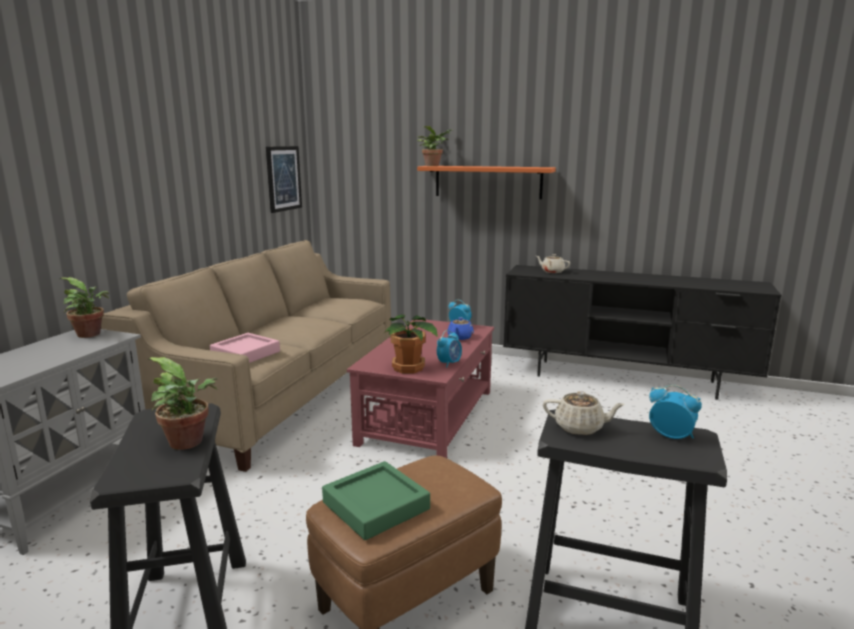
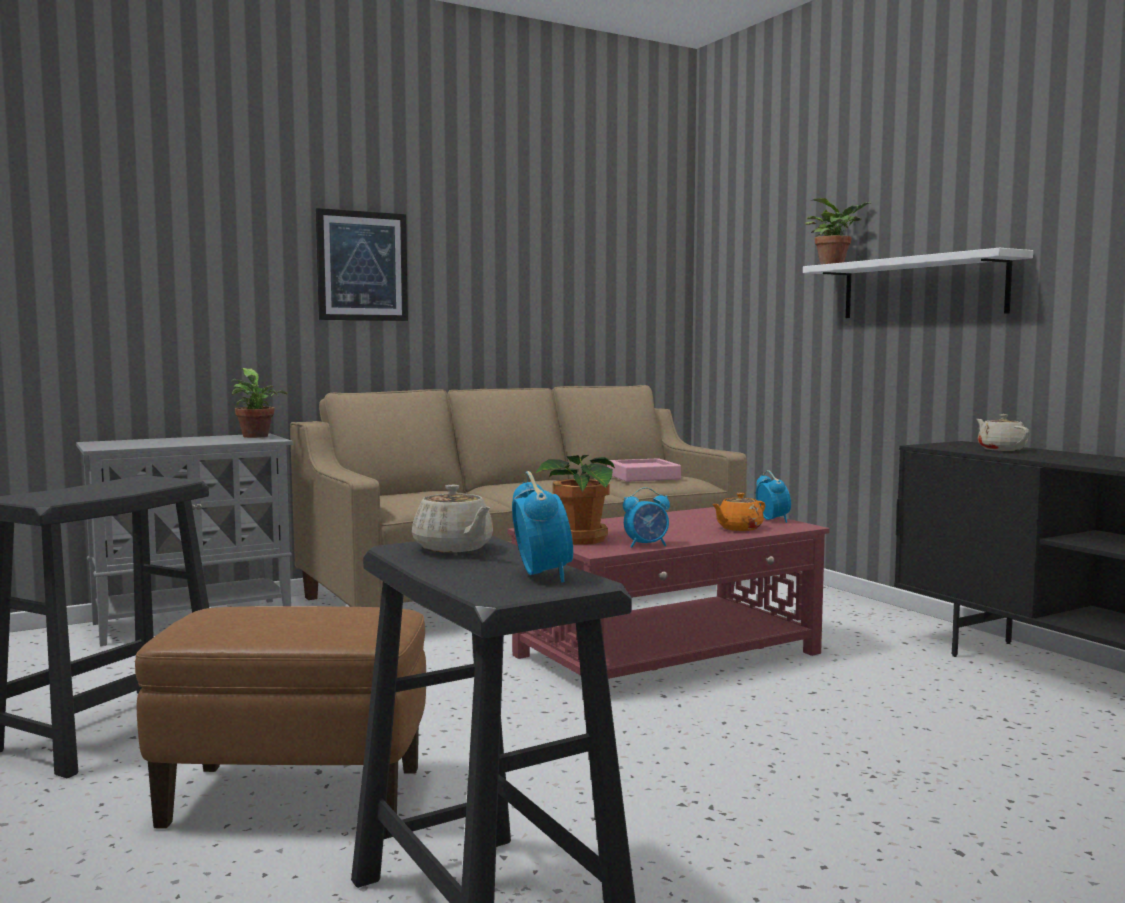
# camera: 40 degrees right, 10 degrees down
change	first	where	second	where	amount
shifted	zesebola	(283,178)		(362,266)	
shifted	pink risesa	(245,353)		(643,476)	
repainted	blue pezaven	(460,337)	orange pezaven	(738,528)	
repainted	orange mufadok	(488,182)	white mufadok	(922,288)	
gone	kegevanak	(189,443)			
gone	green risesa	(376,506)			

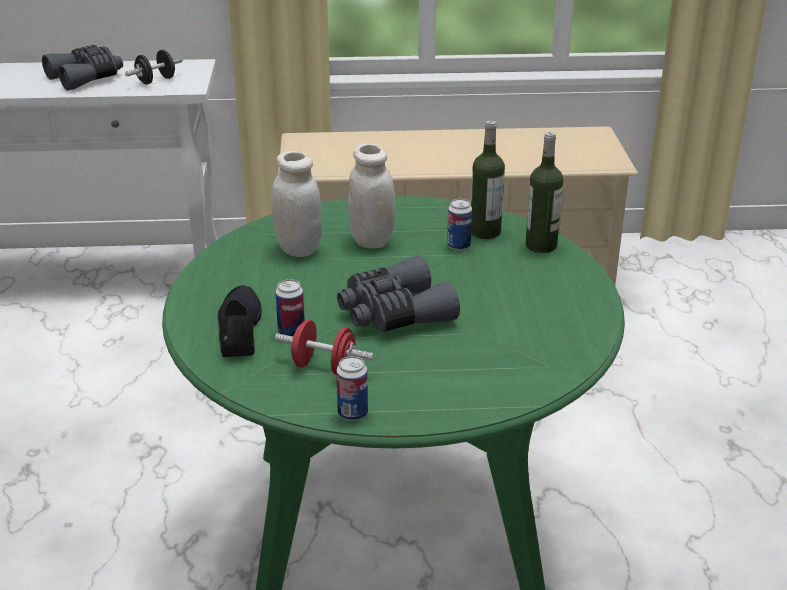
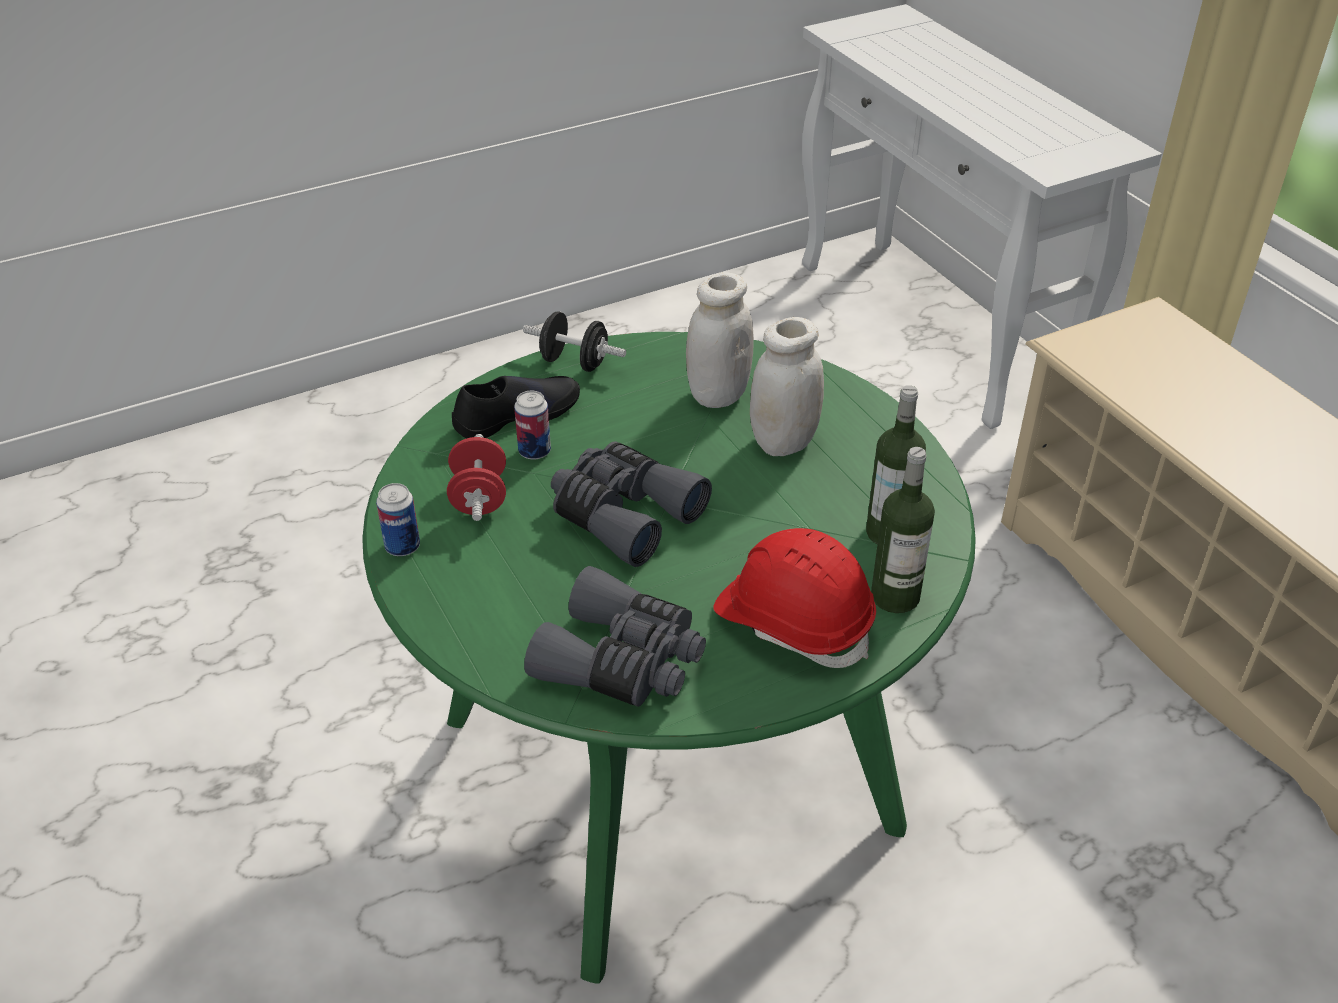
# camera: 65 degrees right, 10 degrees up
change	first	where	second	where	amount
shifted	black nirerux	(156,81)		(574,362)	
shifted	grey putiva	(86,78)		(622,661)	
new			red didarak	(793,622)	
gone	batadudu	(458,246)			

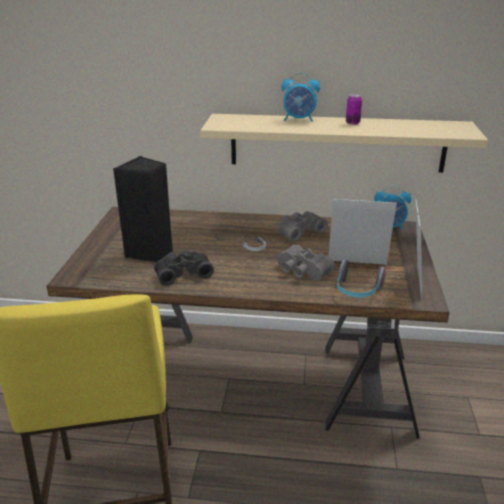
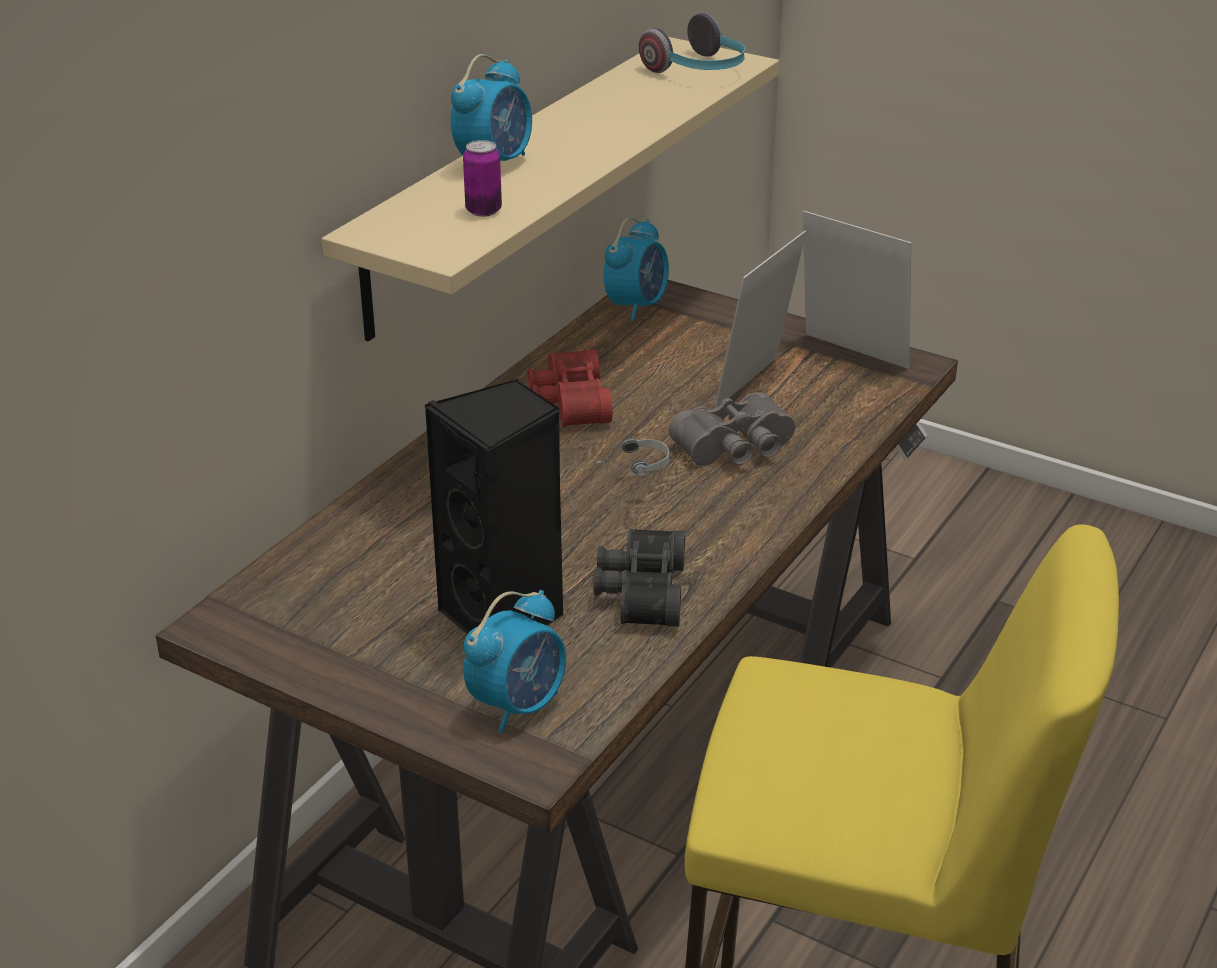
# camera: 65 degrees left, 5 degrees up
change	first	where	second	where	amount
shifted	batadudu	(352,123)		(483,211)	
new			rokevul	(518,705)	
repainted	grey putiva	(299,231)	red putiva	(567,403)	
shifted	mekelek	(357,291)		(698,70)	

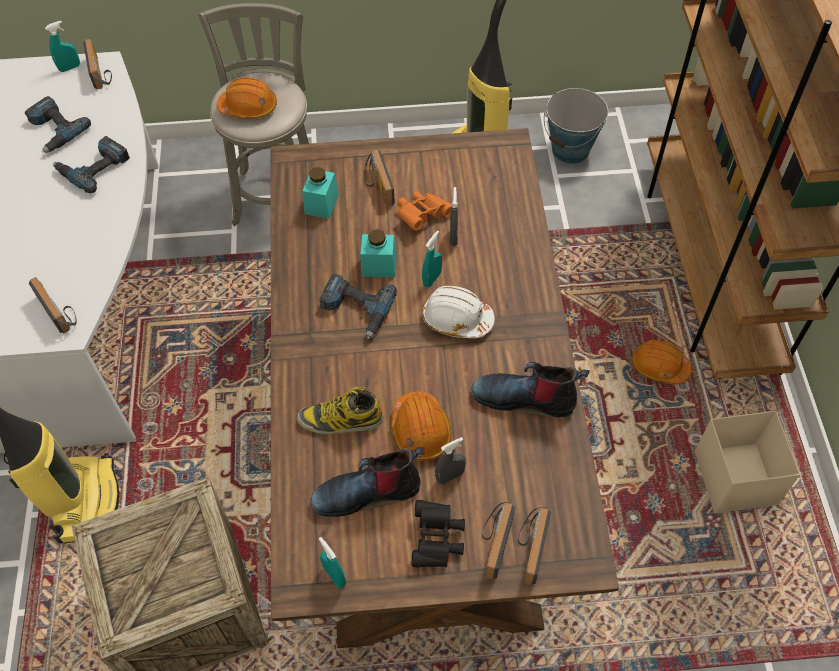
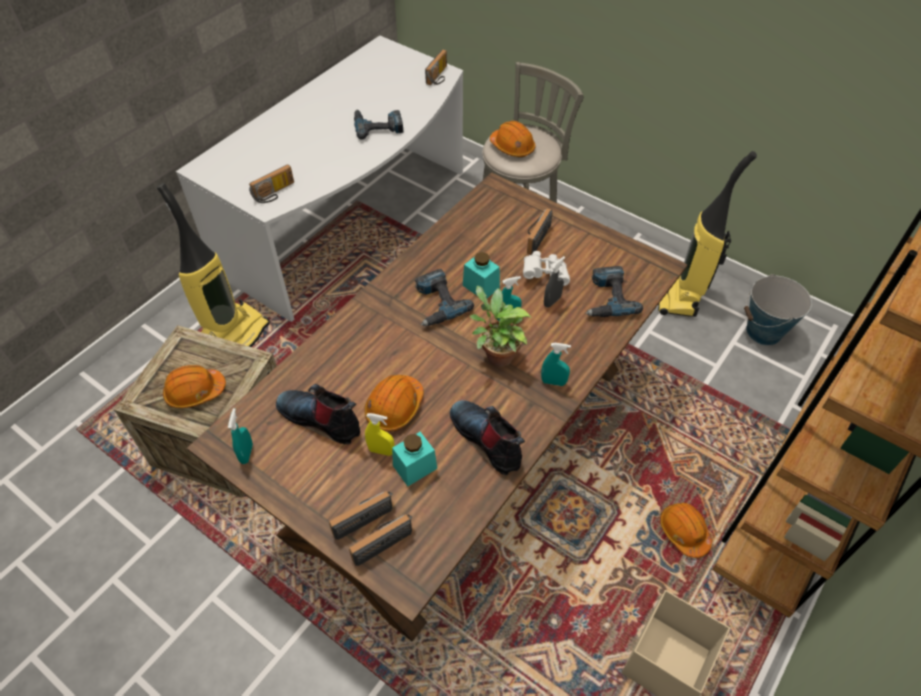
# camera: 40 degrees right, 5 degrees down
change	first	where	second	where	amount
new			orange didarak	(195,392)	
rotated	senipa	(60,311)		(275,193)	45 degrees clockwise
repainted	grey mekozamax	(450,476)	yellow mekozamax	(381,451)	
shifted	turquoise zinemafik	(321,204)		(415,467)	
swapped	white didarak	(456,319)	kegevanak	(496,355)	
repainted	orange putiva	(422,216)	white putiva	(545,274)	
shifted	turquoise mekozamax	(70,68)		(553,382)	
shifted	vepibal	(54,130)		(607,298)	
gone	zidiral	(340,420)			
gone	black putiva	(437,540)			

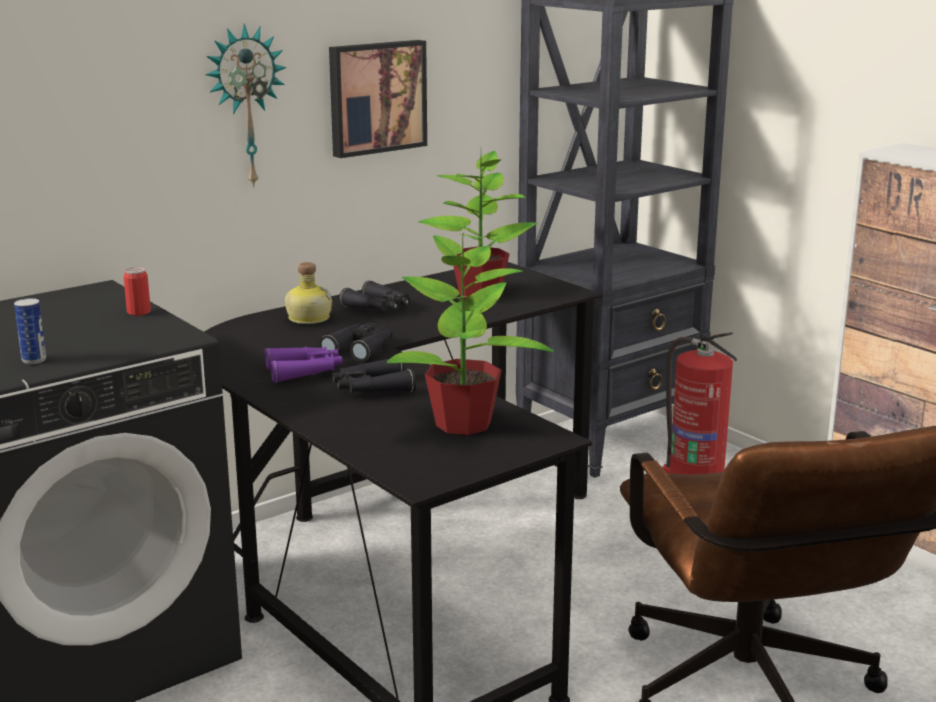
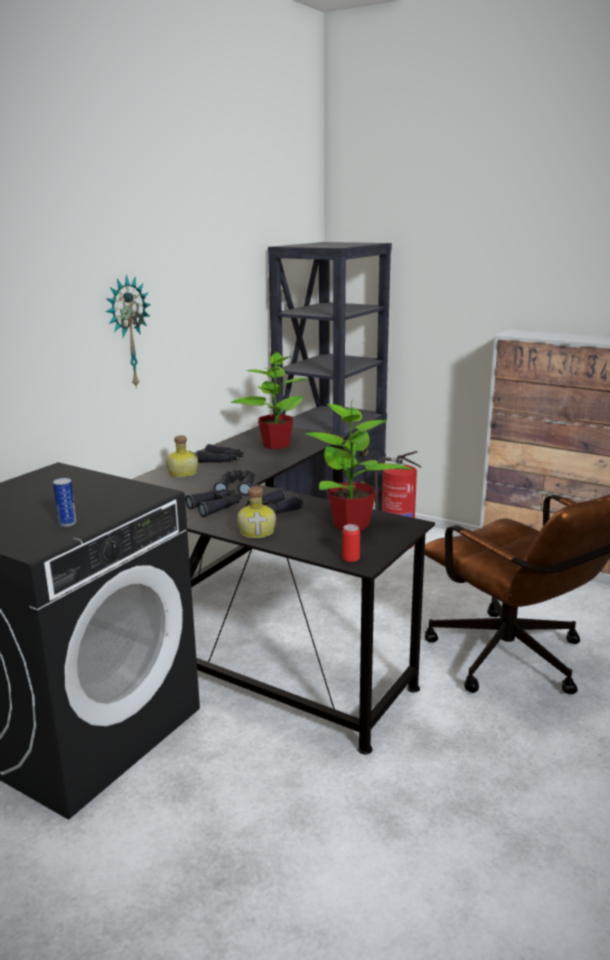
# camera: 20 degrees left, 0 degrees up
change	first	where	second	where	amount
repainted	purple putiva	(305,372)	black putiva	(216,507)	
new			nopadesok	(257,532)	
shifted	batadudu	(139,312)		(350,558)	
gone	zesebola	(376,97)			

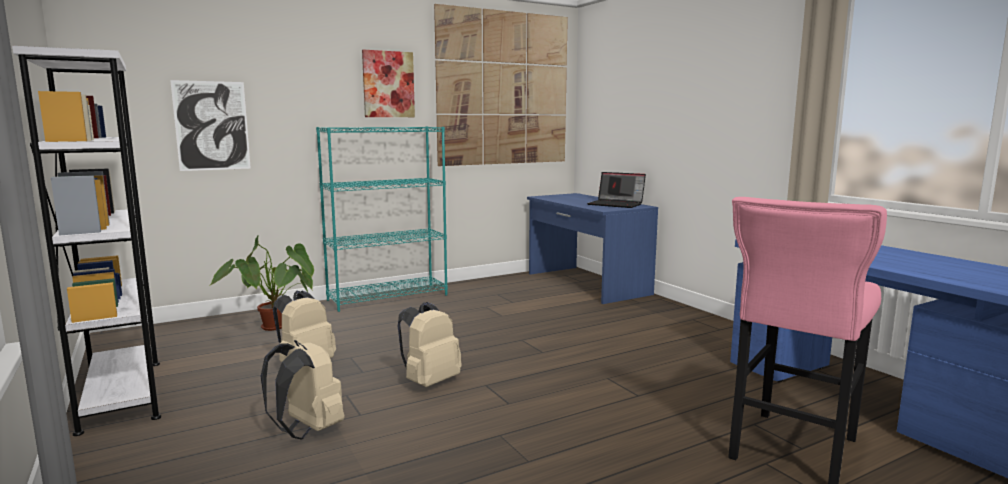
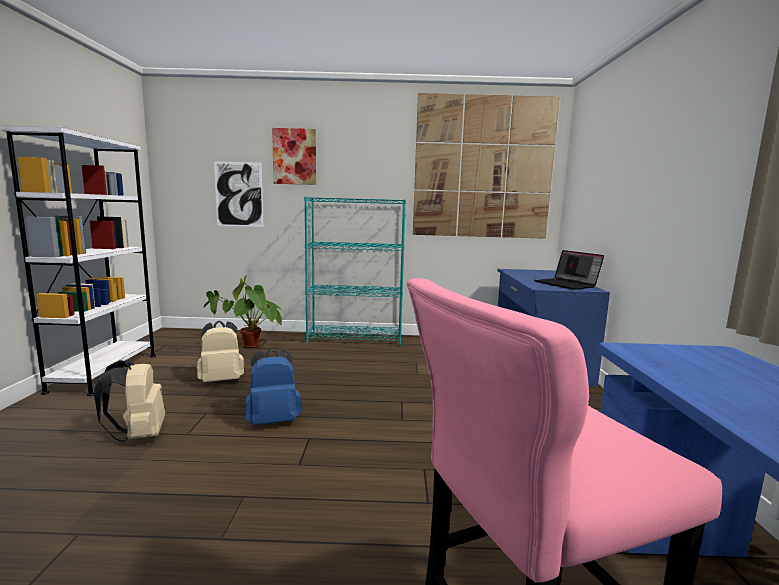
# camera: 30 degrees right, 0 degrees up
change	first	where	second	where	amount
repainted	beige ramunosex	(429,382)	blue ramunosex	(273,420)	
shifted	zesebola	(388,84)		(294,156)	

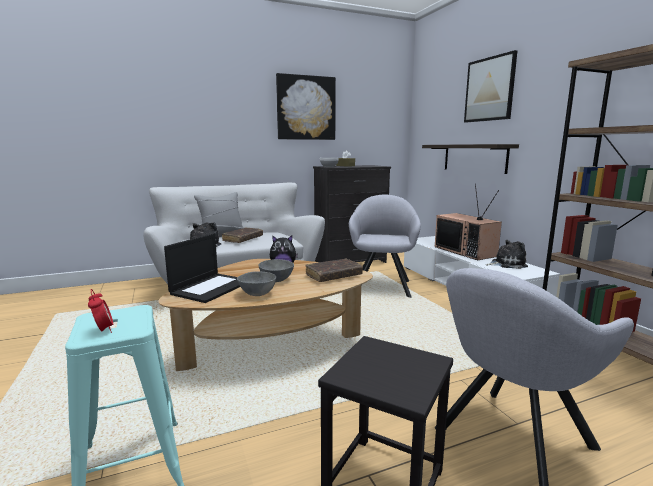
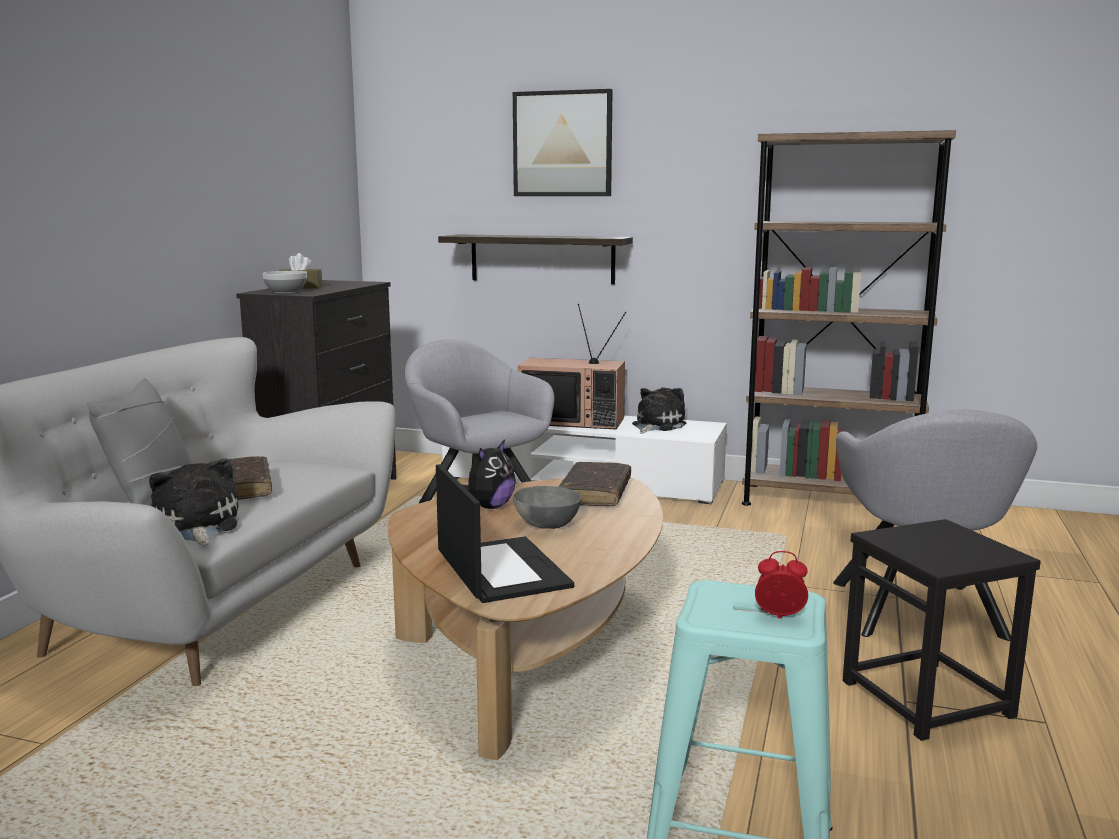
# camera: 50 degrees left, 0 degrees up
change	first	where	second	where	amount
gone	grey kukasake	(257,294)			
gone	zesebola	(306,108)			

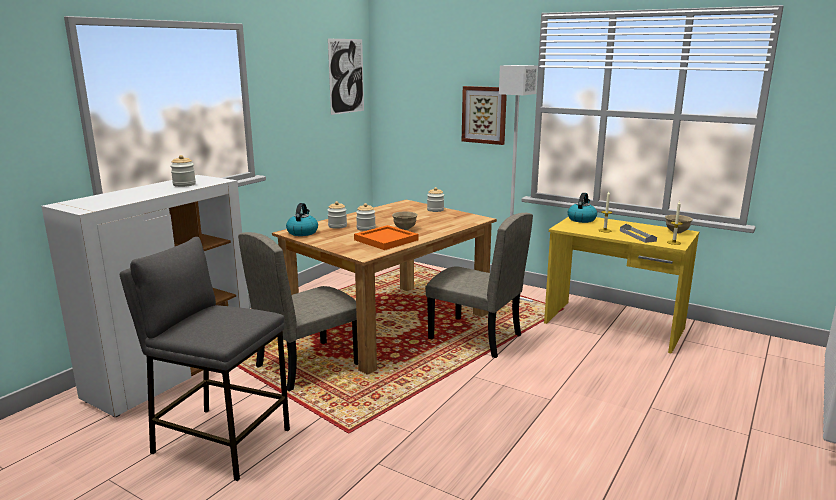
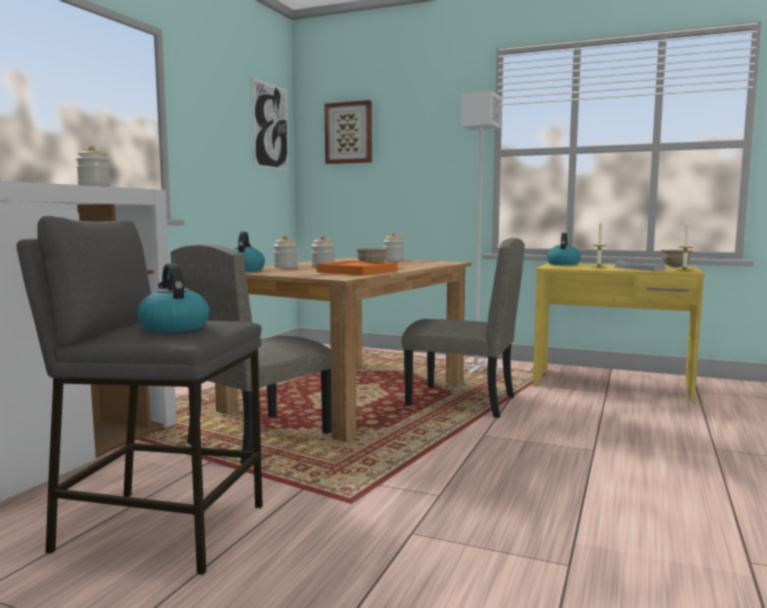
# camera: 10 degrees left, 10 degrees down
change	first	where	second	where	amount
new			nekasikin	(173,327)	
shifted	zesebola	(484,115)		(349,133)	

